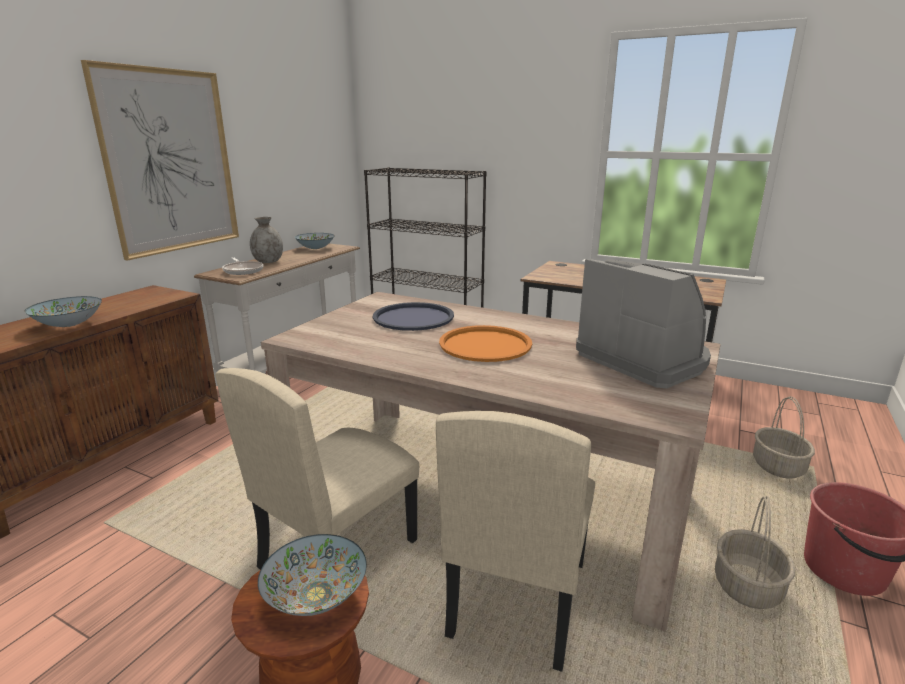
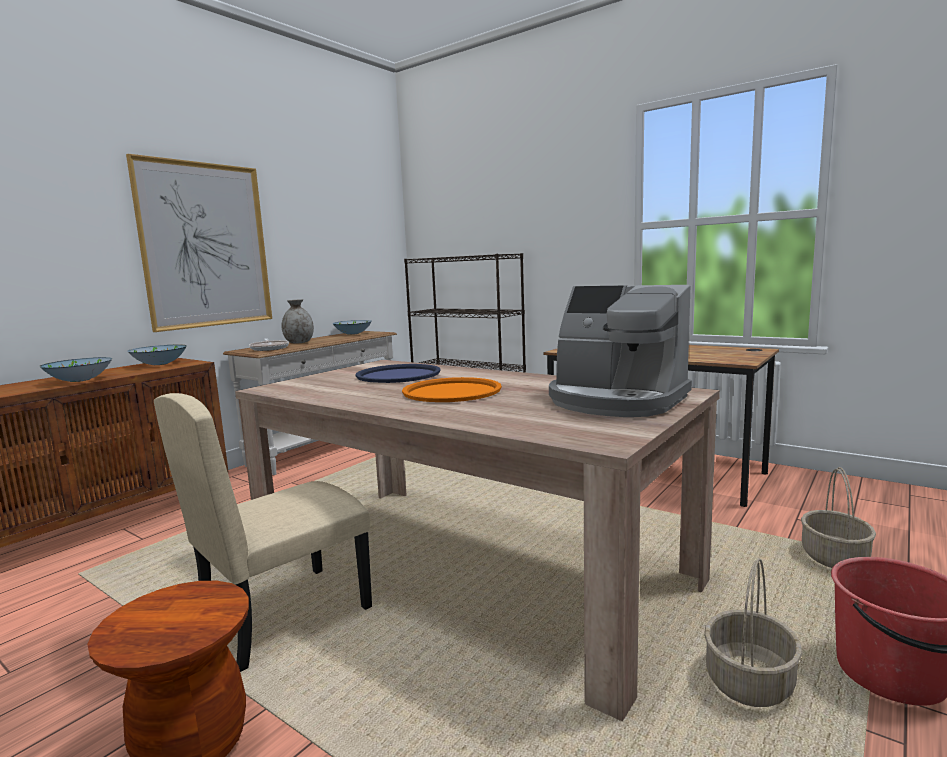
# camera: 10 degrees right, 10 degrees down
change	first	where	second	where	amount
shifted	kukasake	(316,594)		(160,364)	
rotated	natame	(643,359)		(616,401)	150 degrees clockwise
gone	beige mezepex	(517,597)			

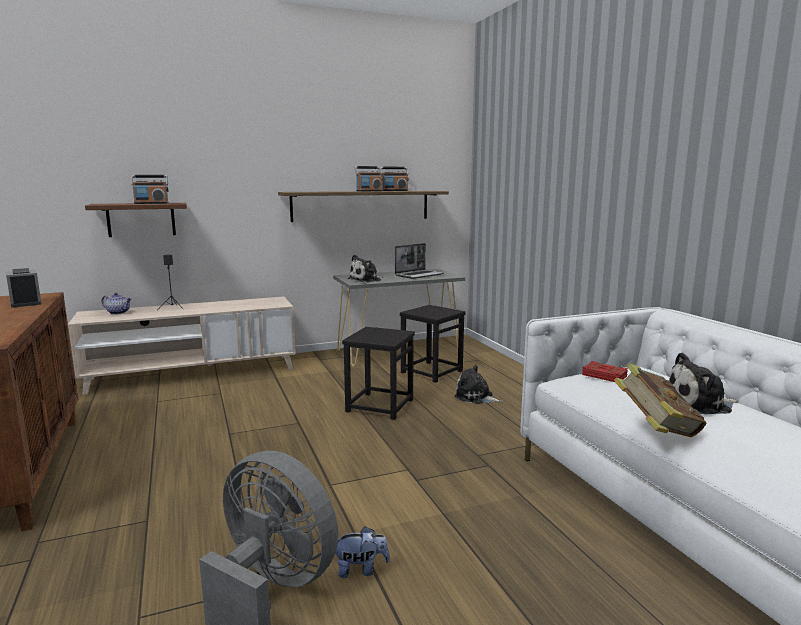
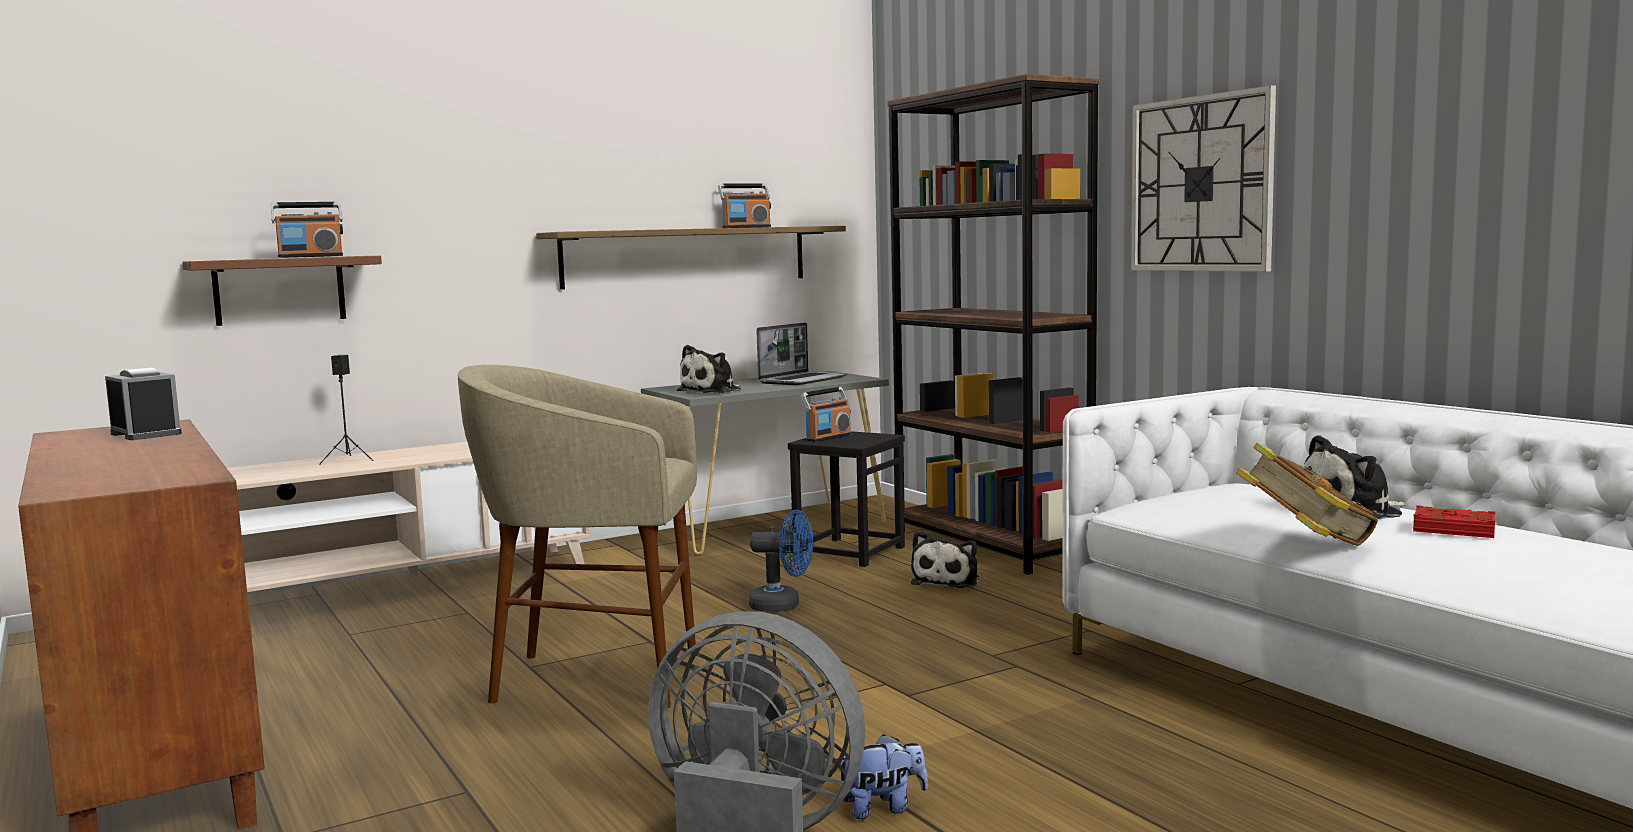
# camera: 10 degrees left, 5 degrees down
change	first	where	second	where	amount
new			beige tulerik	(595,678)	
swapped	black tulerik	(379,405)	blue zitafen	(783,605)	
shifted	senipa	(369,191)		(828,438)	
new			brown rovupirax	(991,545)	
rotated	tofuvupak	(475,397)		(947,581)	90 degrees counterclockwise
new			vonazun	(1201,184)	
shifted	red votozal	(604,375)		(1453,529)	
gone	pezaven	(118,312)			

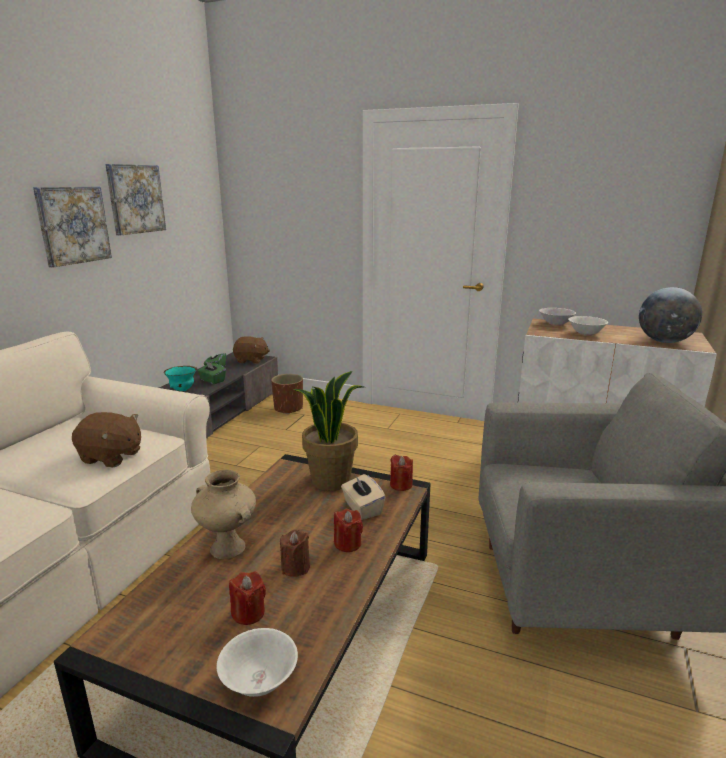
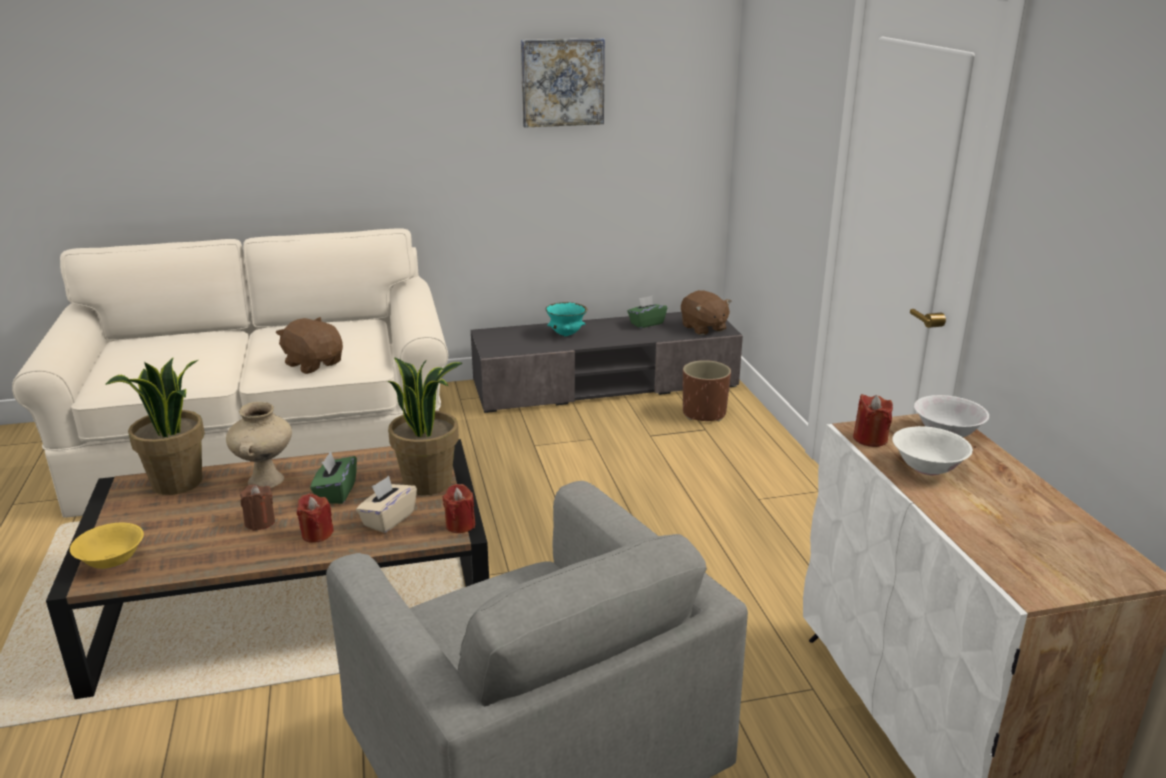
# camera: 55 degrees right, 5 degrees up
change	first	where	second	where	amount
repainted	white kukasake	(259,680)	yellow kukasake	(112,561)	
new			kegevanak	(177,483)	
rotated	brown tofuvupak	(111,457)		(314,364)	150 degrees clockwise
shifted	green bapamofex	(212,380)		(336,493)	
shifted	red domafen	(248,613)		(870,439)	
gone	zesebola	(73,225)			
gone	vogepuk	(664,342)			

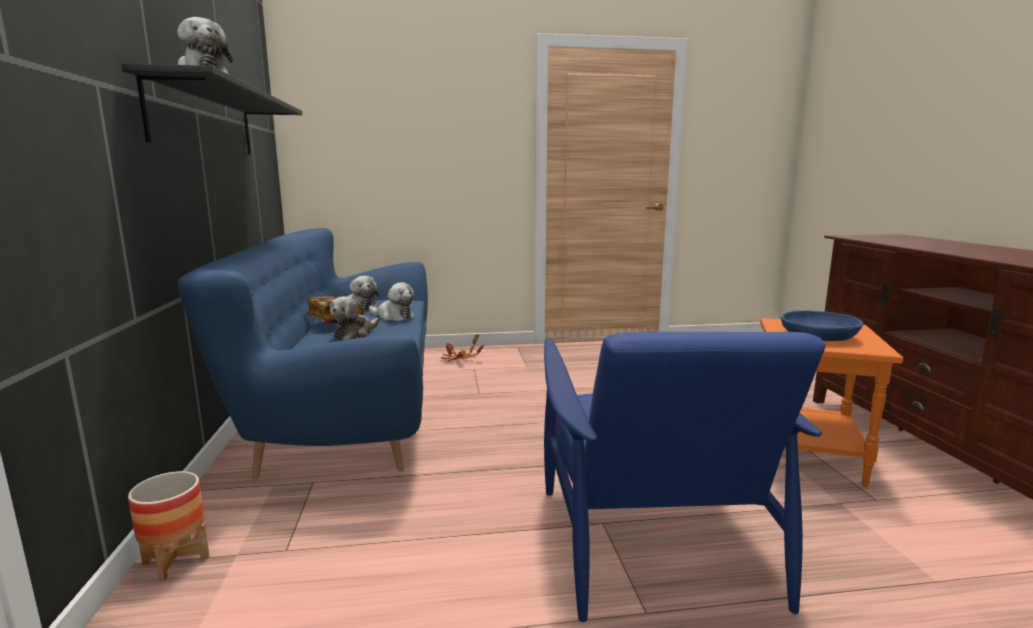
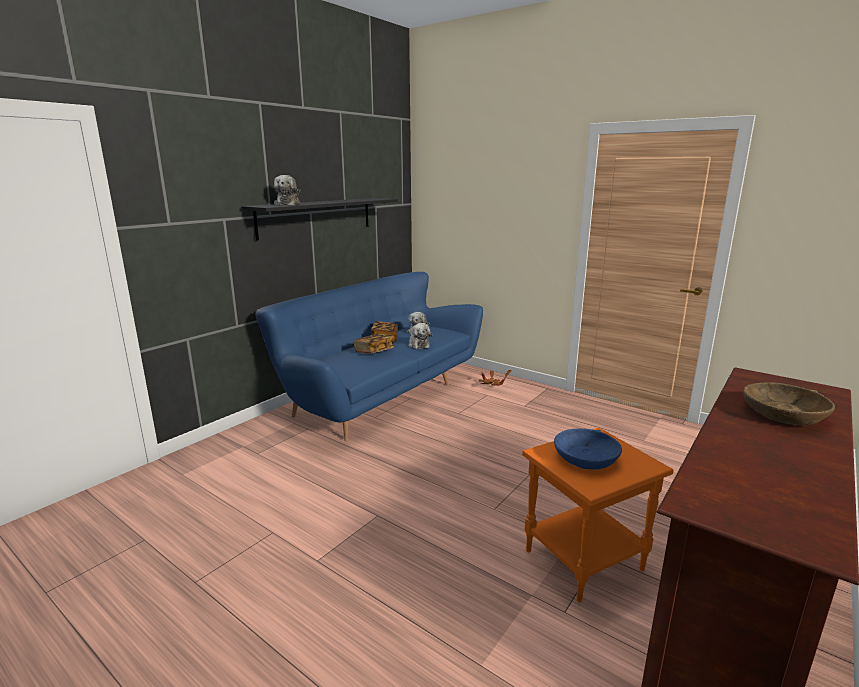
# camera: 45 degrees right, 5 degrees up
change	first	where	second	where	amount
swapped	tofuvupak	(355,334)	votozal	(374,351)	
new			brown kukasake	(783,414)	
gone	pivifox	(176,560)			
gone	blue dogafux	(652,536)			

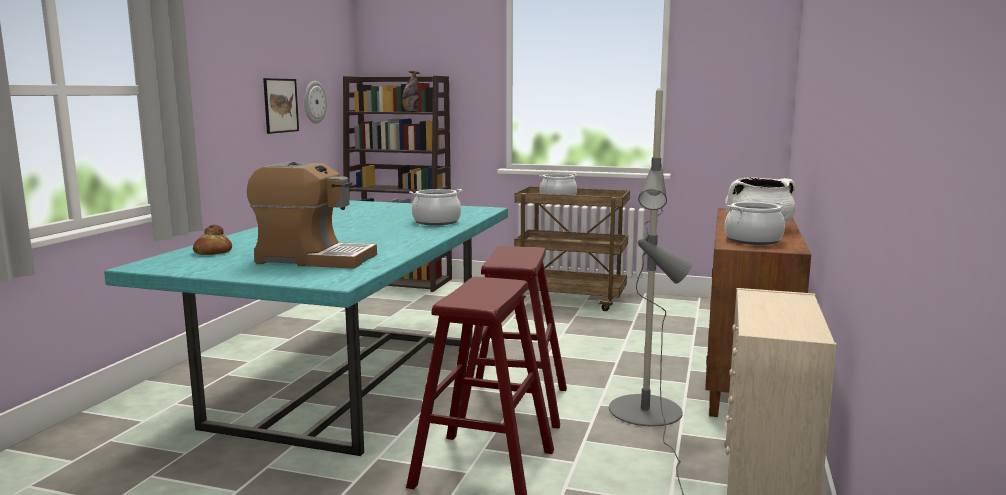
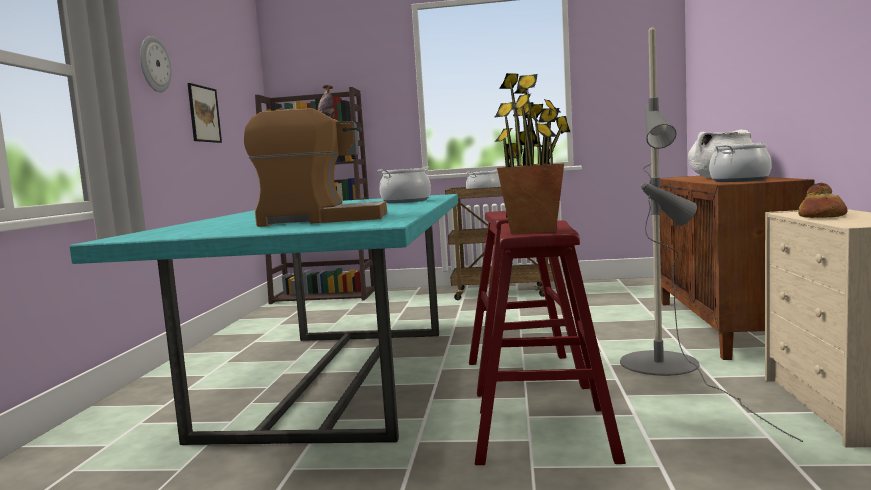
# camera: 10 degrees left, 5 degrees down
change	first	where	second	where	amount
shifted	vonazun	(314,102)		(154,64)	
new			kegevanak	(533,230)	
shifted	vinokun	(212,252)		(822,216)	

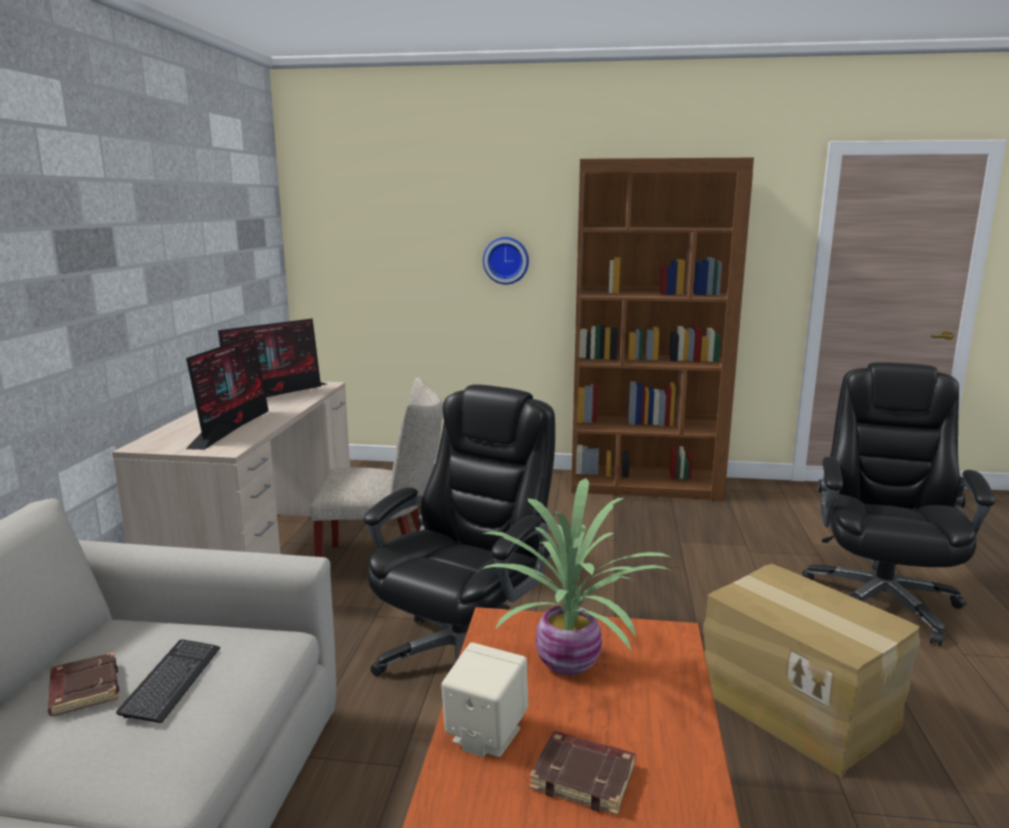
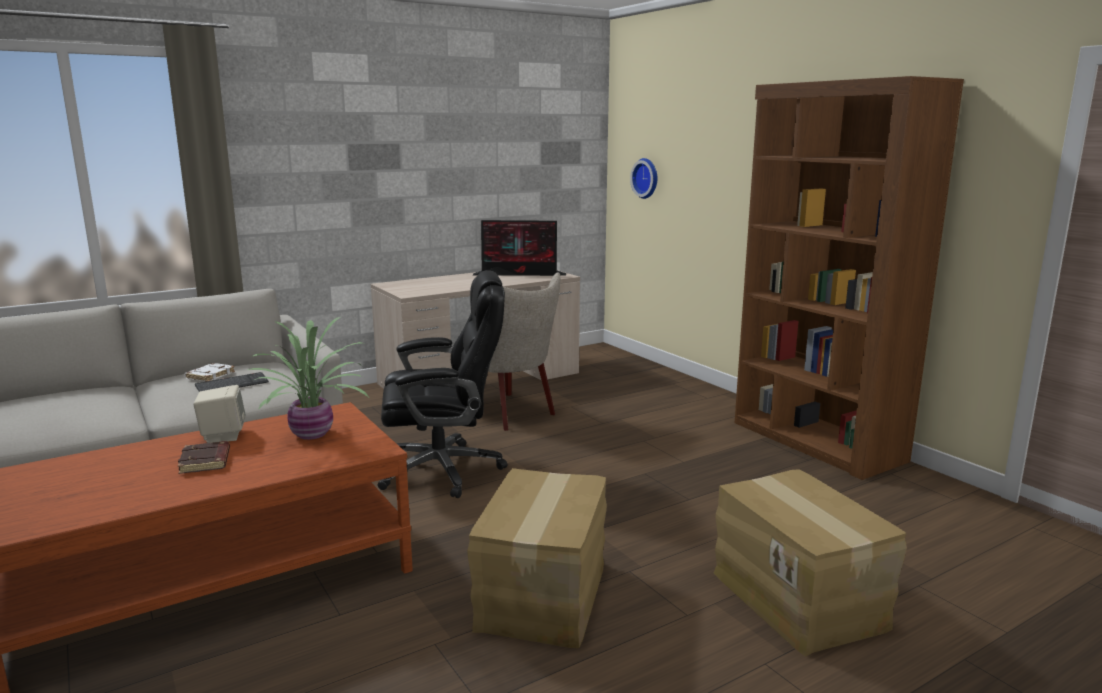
# camera: 50 degrees right, 0 degrees up
change	first	where	second	where	amount
repainted	brown votozal	(83,689)	white votozal	(210,375)	
shifted	vonazun	(506,260)		(646,178)	
swapped	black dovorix	(880,600)	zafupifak	(799,599)	
gone	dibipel	(232,426)			

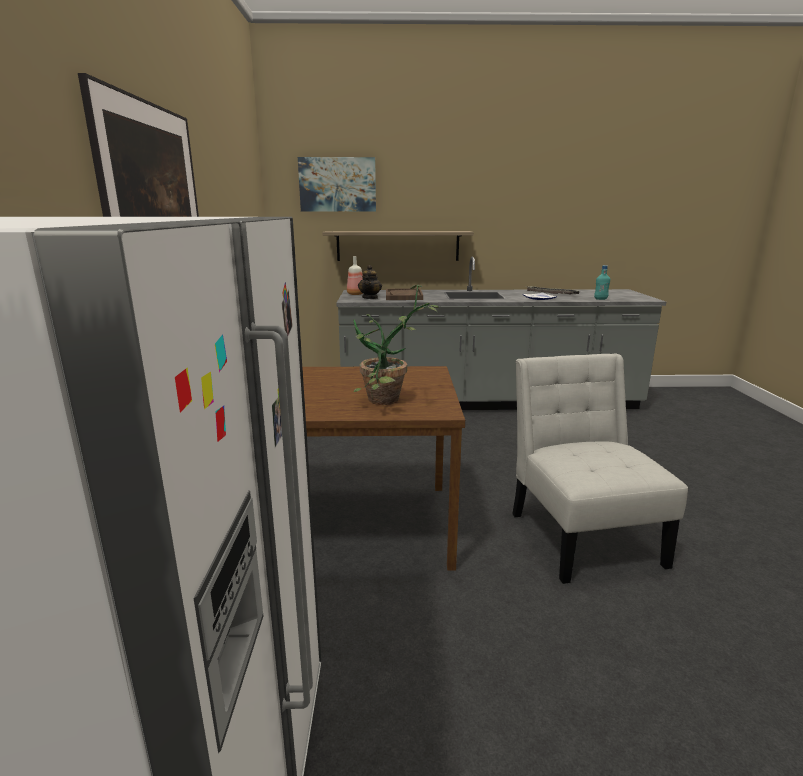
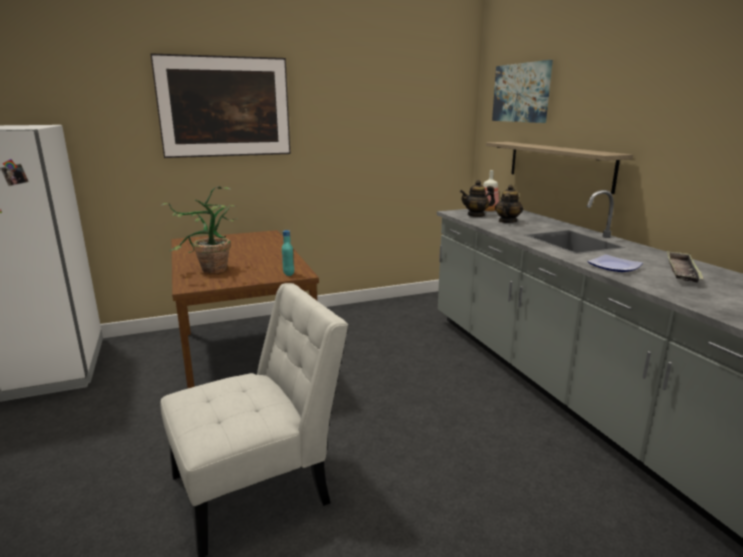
# camera: 70 degrees right, 0 degrees up
change	first	where	second	where	amount
shifted	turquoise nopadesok	(600,299)		(288,274)	
swapped	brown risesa	(404,296)	pezaven	(507,221)	

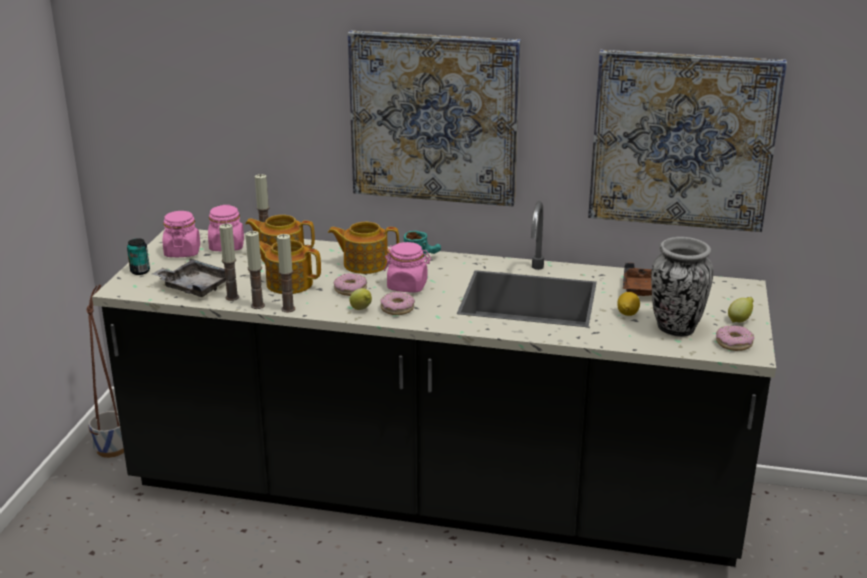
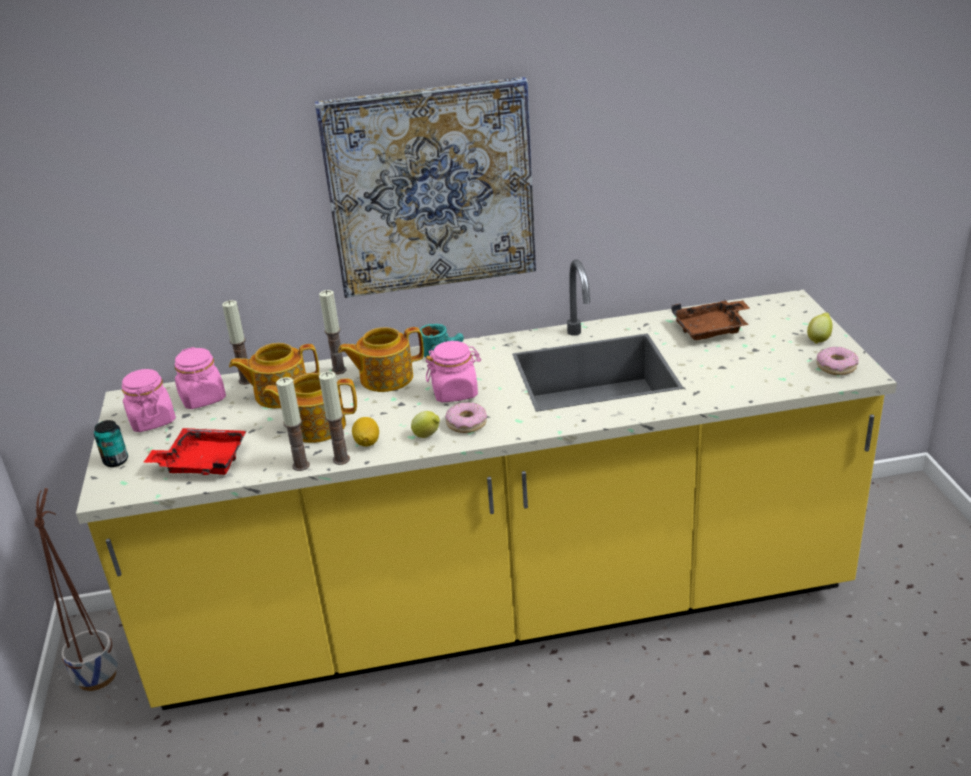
# camera: 20 degrees left, 5 degrees up
change	first	where	second	where	amount
repainted	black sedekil	(433,494)	yellow sedekil	(502,608)	
repainted	grey risesa	(194,286)	red risesa	(202,462)	
shifted	domafen	(232,297)		(339,370)	
shifted	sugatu	(627,313)		(367,442)	
gone	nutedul	(350,289)			
gone	zesebola	(682,140)			
gone	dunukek	(675,329)			

